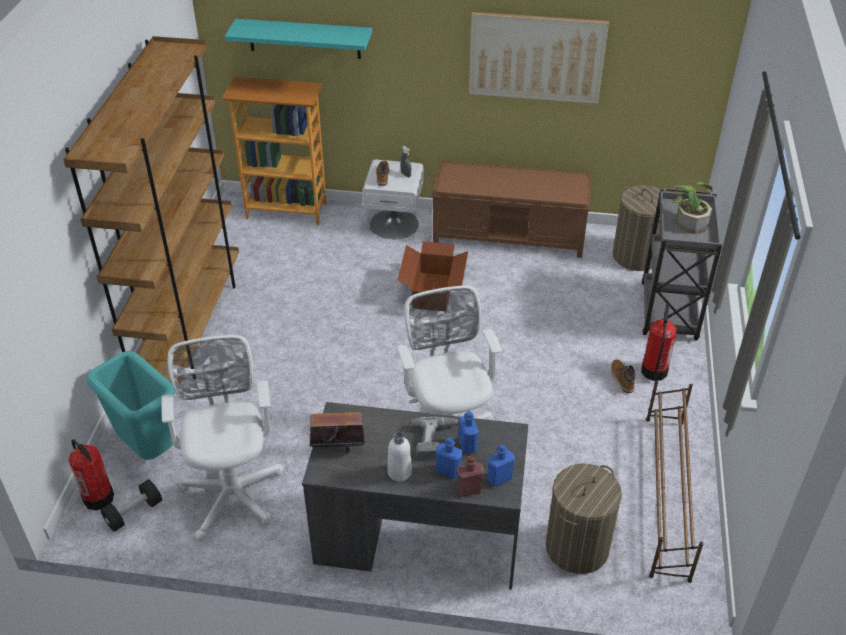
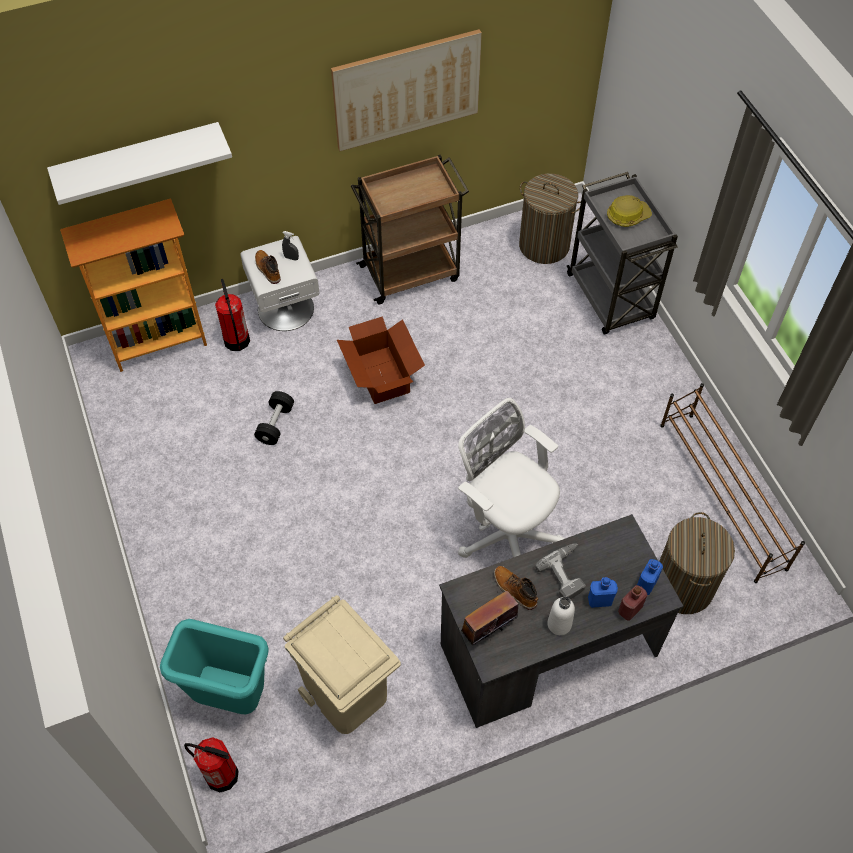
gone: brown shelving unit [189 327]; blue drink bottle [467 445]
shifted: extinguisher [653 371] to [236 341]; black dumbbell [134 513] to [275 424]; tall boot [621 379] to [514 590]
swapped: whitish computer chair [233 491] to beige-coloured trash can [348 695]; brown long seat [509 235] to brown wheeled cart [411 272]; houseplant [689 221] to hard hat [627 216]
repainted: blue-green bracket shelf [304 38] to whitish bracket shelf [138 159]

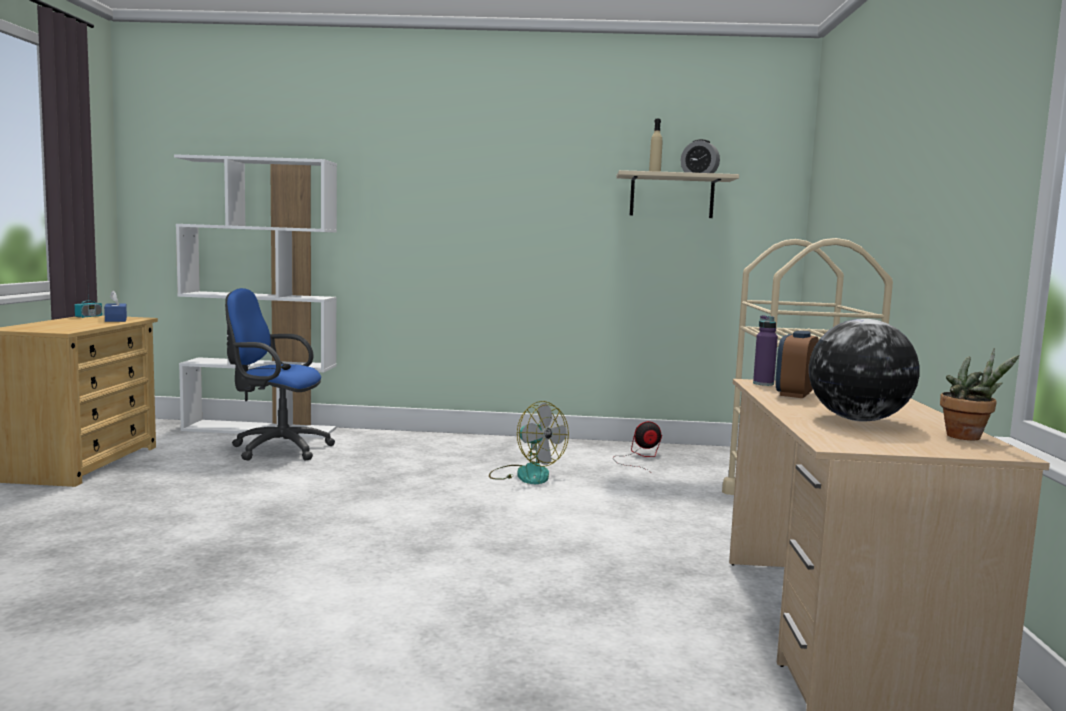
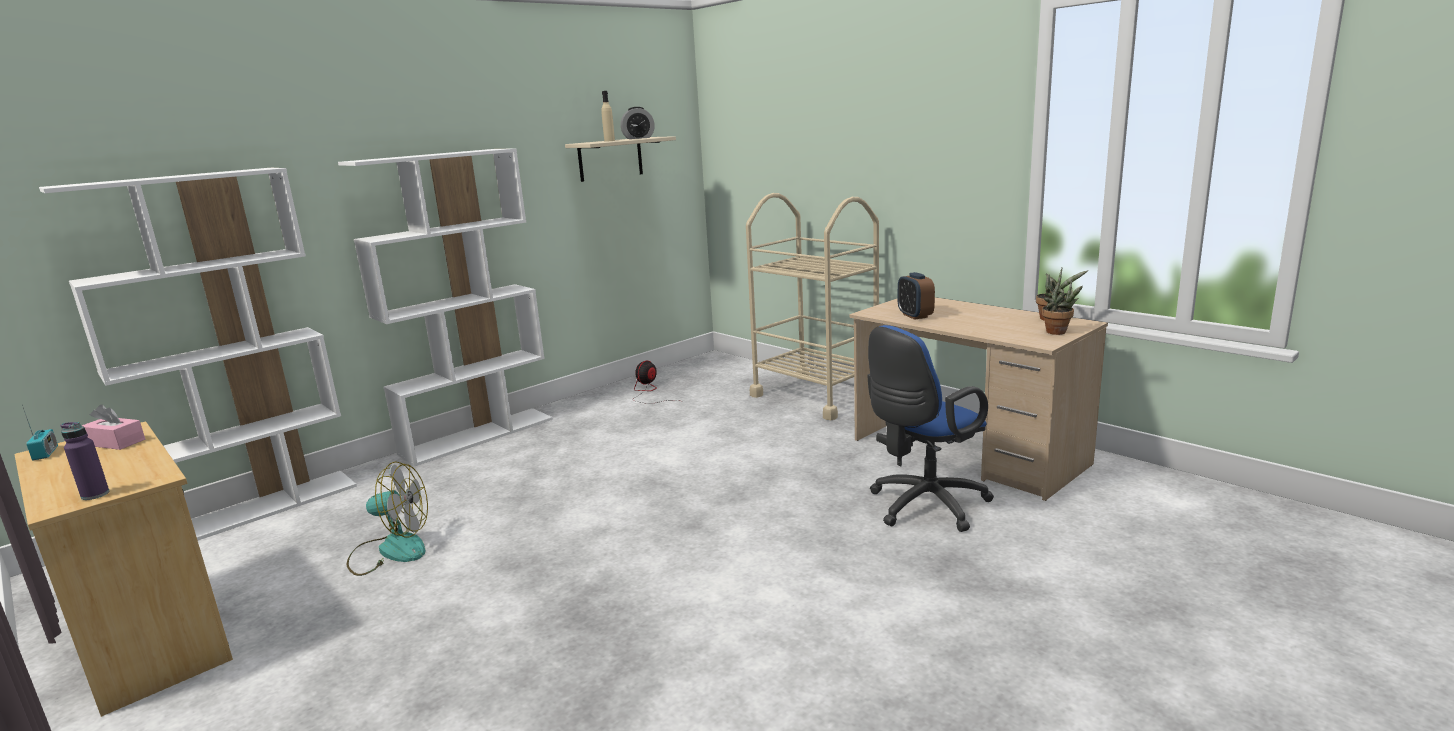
gone: globe [858 420]
new: whitish shelving unit [478 436]; houseplant [1059 332]
shifted: purple drink bottle [763 384] to [95 495]; electric fan [525 474] to [390 550]; blue computer chair [276 449] to [923 507]
repainted: blue box of tissues [116 320] to pink-coloured box of tissues [116 442]

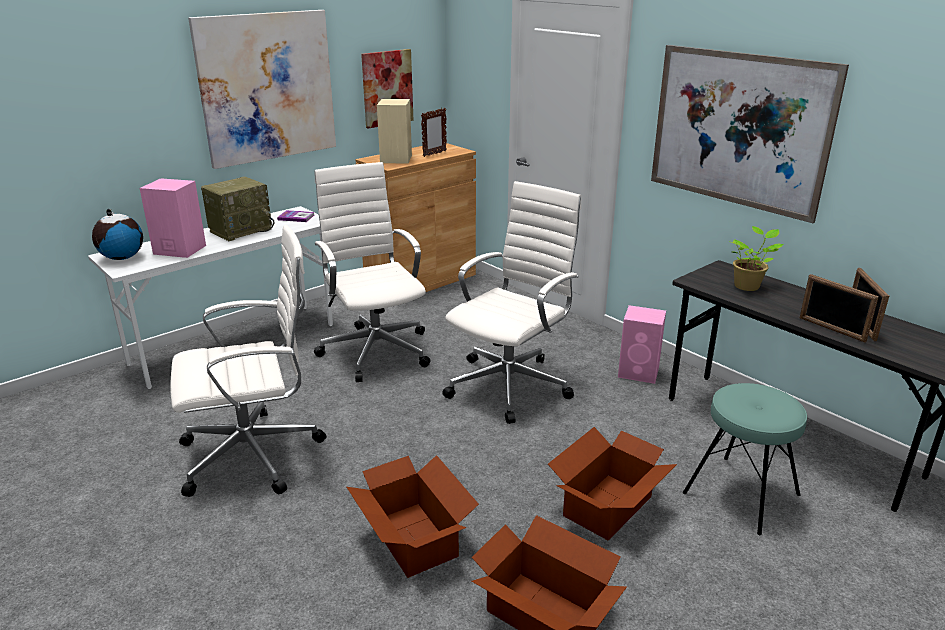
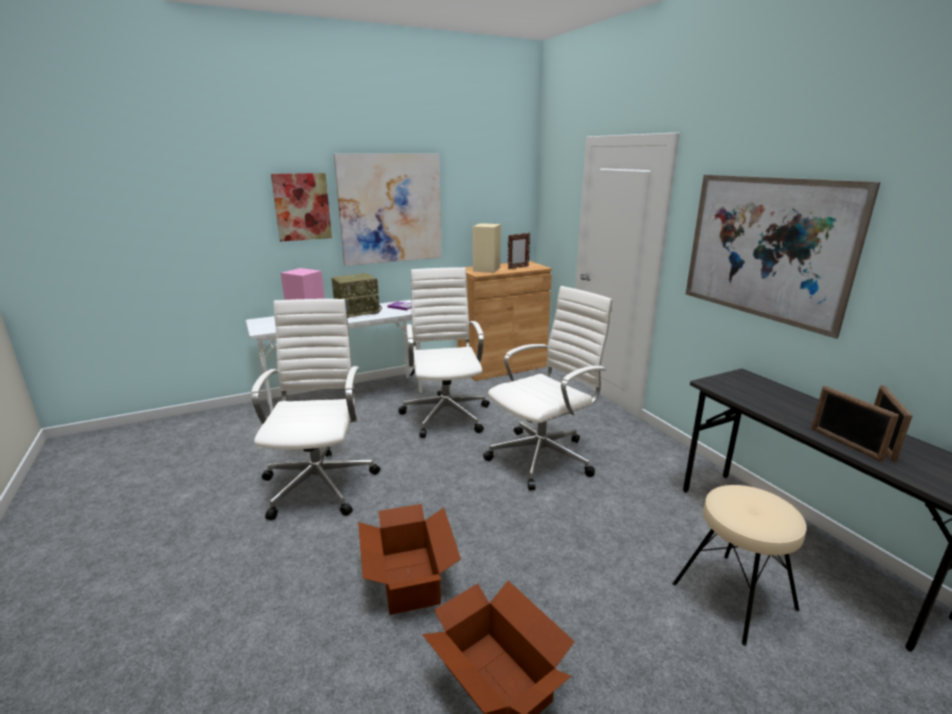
gone: globe [122 258]; packing box [609 506]; pink-coloured loudspeaker [639 372]; houseplant [748 286]
shifted: wall picture [387 88] to [302 207]
repainted: blue-green sitting stool [741 494] to beige-coloured sitting stool [734 596]
rotated: whitish computer chair [255 454] = [320 483] 90 degrees counterclockwise

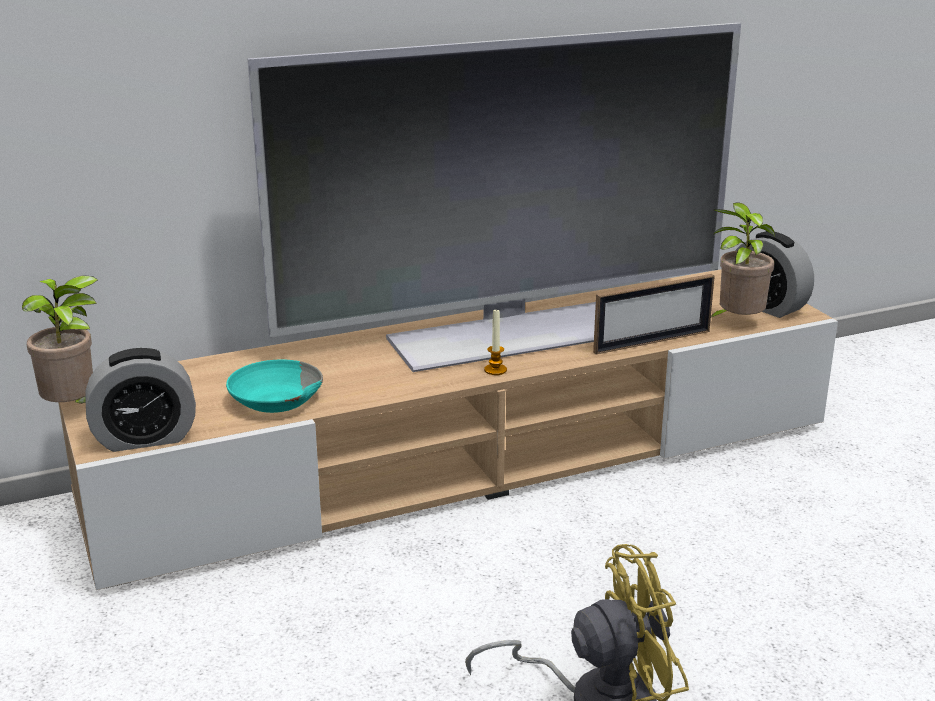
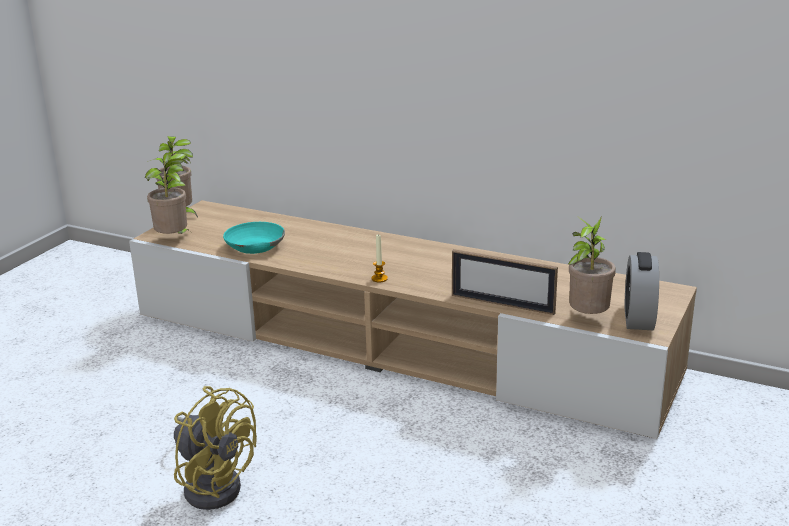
gone: television [522 332]
swapped: bedside clock [145 438] to houseplant [174 239]

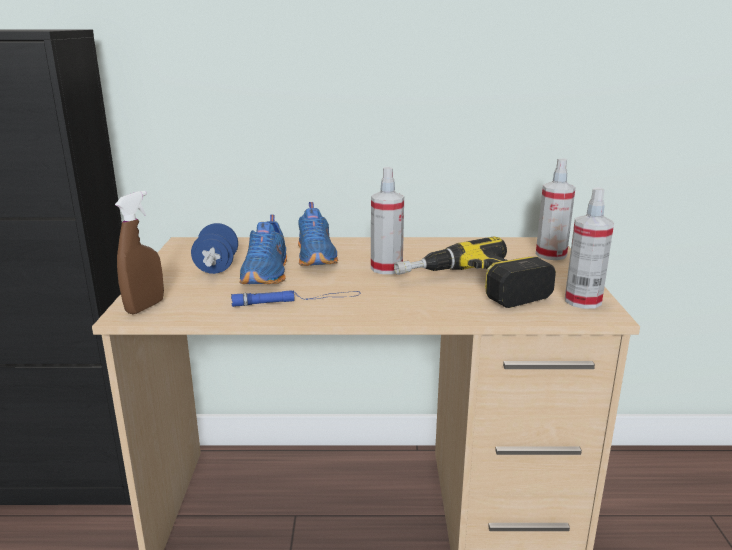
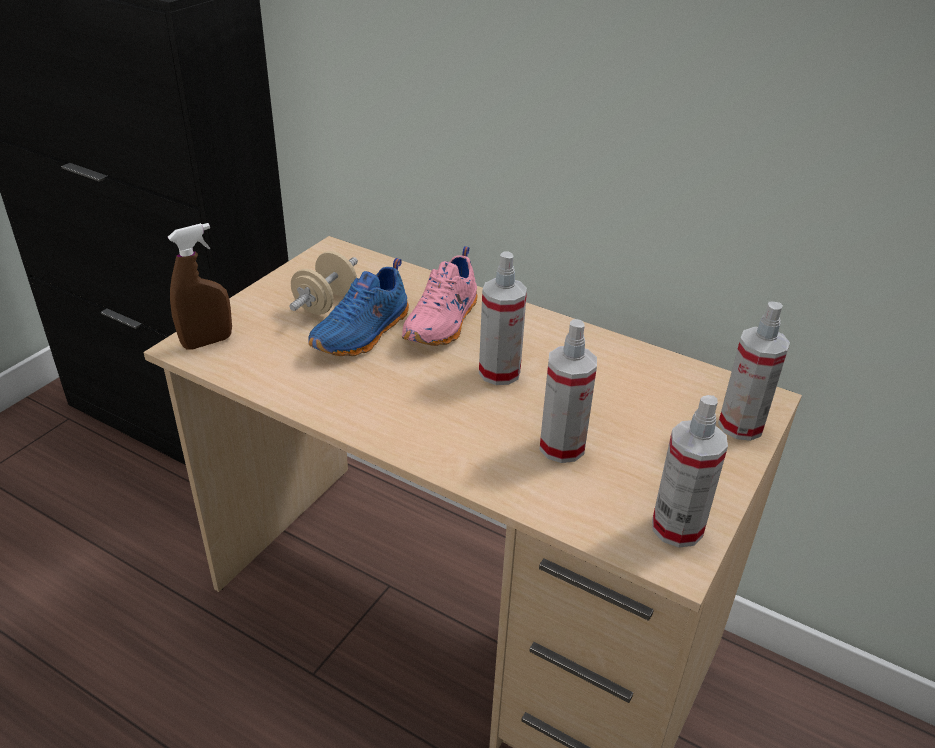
gone: blue flashlight [297 300]
swapped: power drill [472 288] to hand sprayer [562 447]
repainted: blue dumbbell [217 267] to beige-coloured dumbbell [325 303]; blue item of footwear [317 256] to pink-coloured item of footwear [444 323]

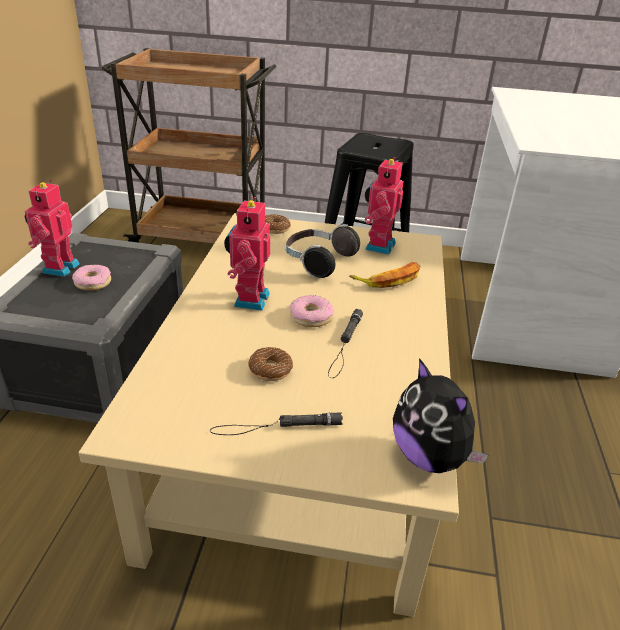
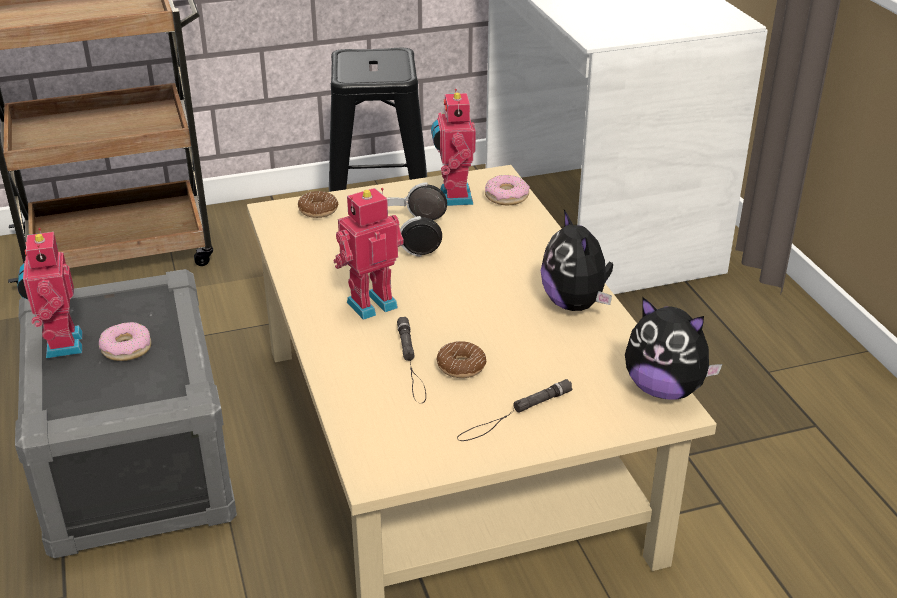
gone: banana [388 279]
new: soft toy [575 304]
shifted: black flashlight [345 345] to [411 363]; ring doughnut [311 317] to [506 196]
rotated: model robot [249 299] = [370 303] 75 degrees clockwise

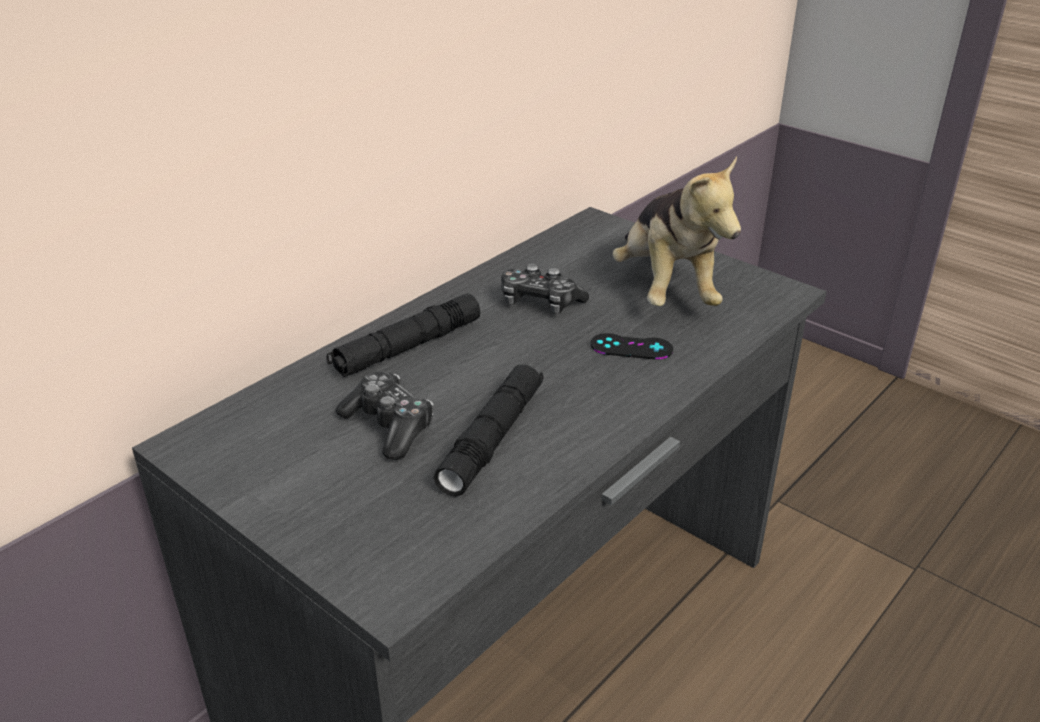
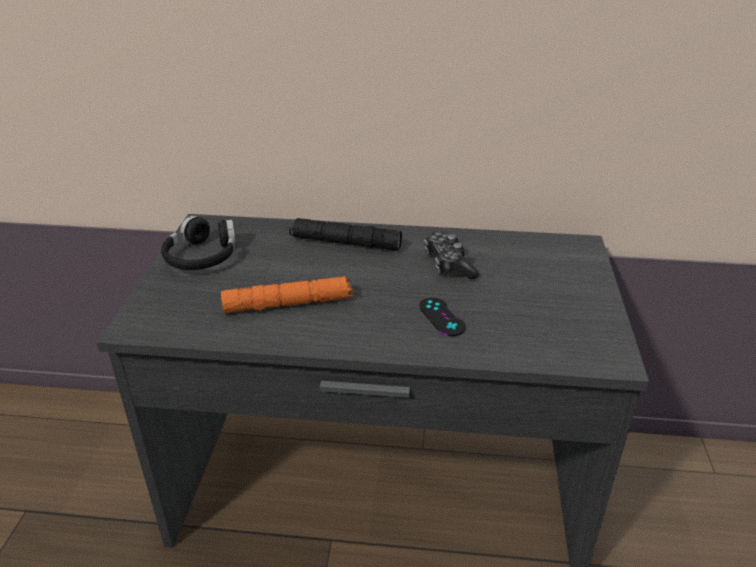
gone: gamepad [389 426]; soft toy [666 289]
new: black headset [202 256]
repainted: black flashlight [492 438] to orange-coloured flashlight [288 304]

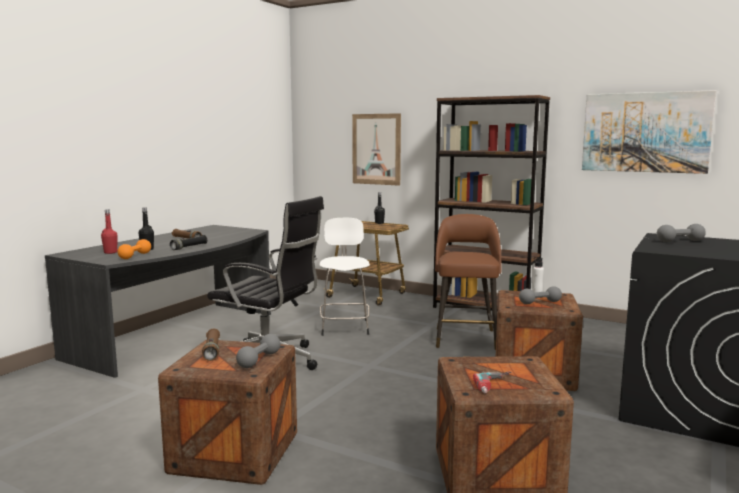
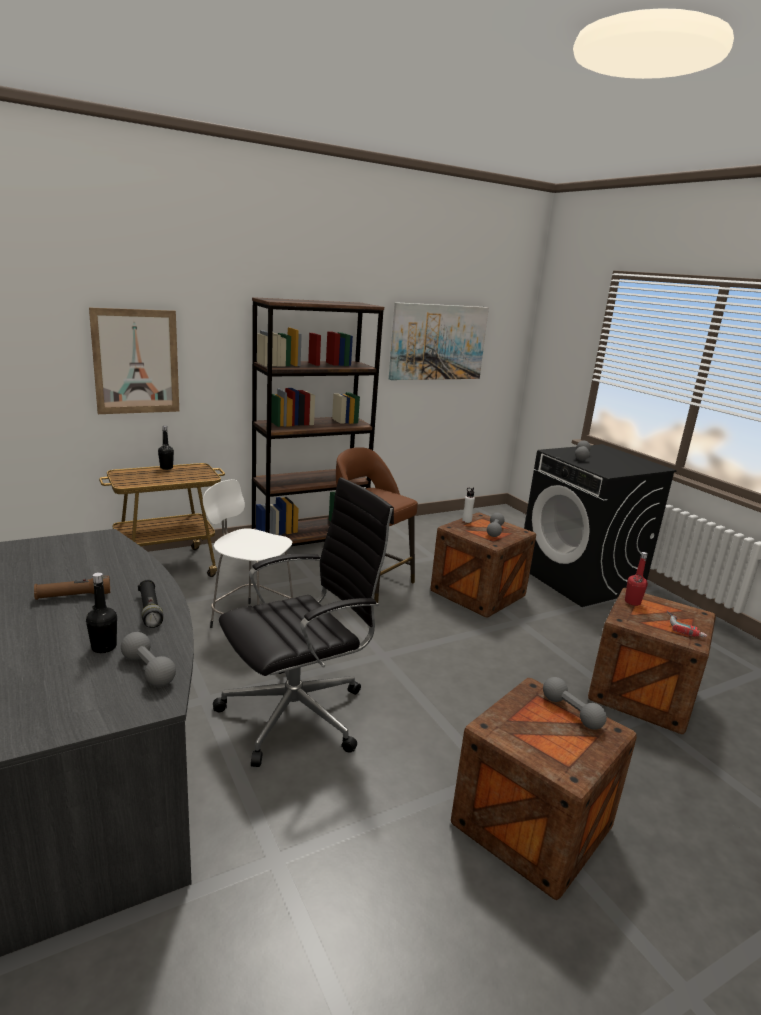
gone: brown flashlight [212 351]
shifted: reddish drink bottle [110 252] to [632 602]
repainted: orange-coloured dumbbell [135 256] to greyish dumbbell [148 670]

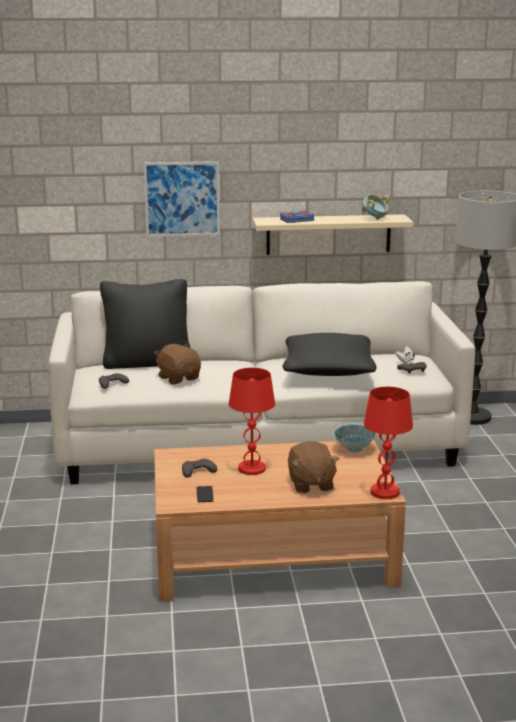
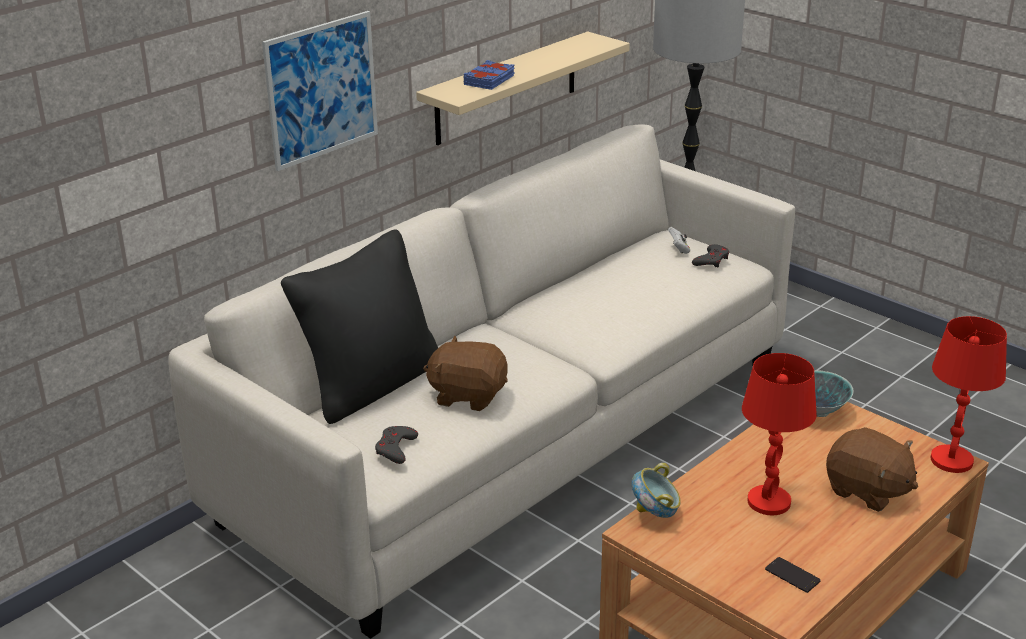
gone: greyish gamepad [197 471]; black throw pillow [328 370]
shifted: deep dish [374 219] to [655 514]

